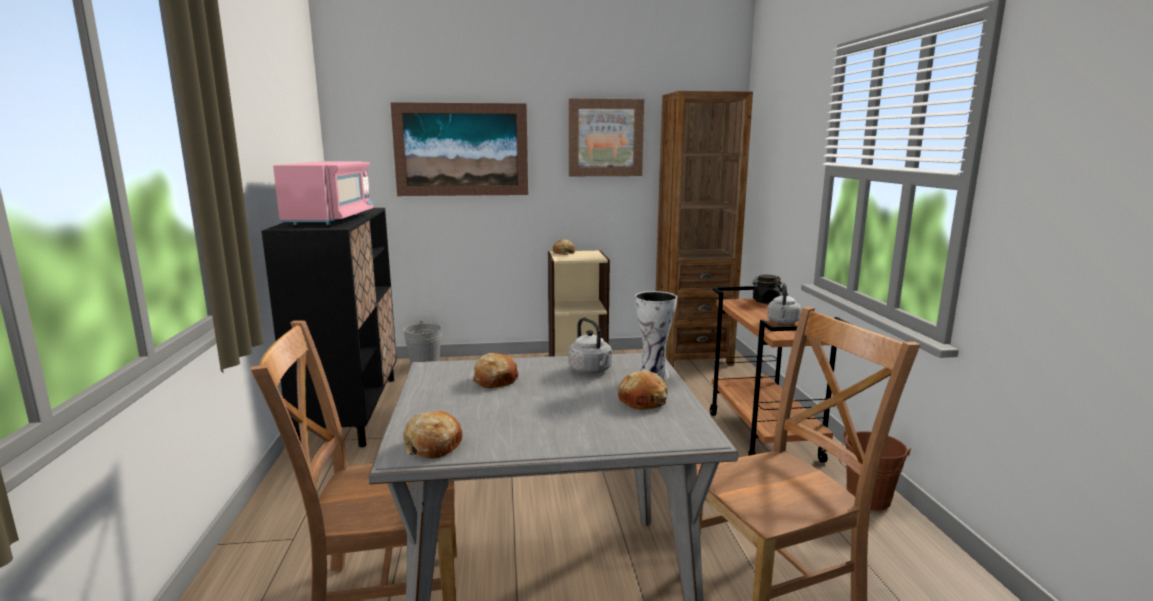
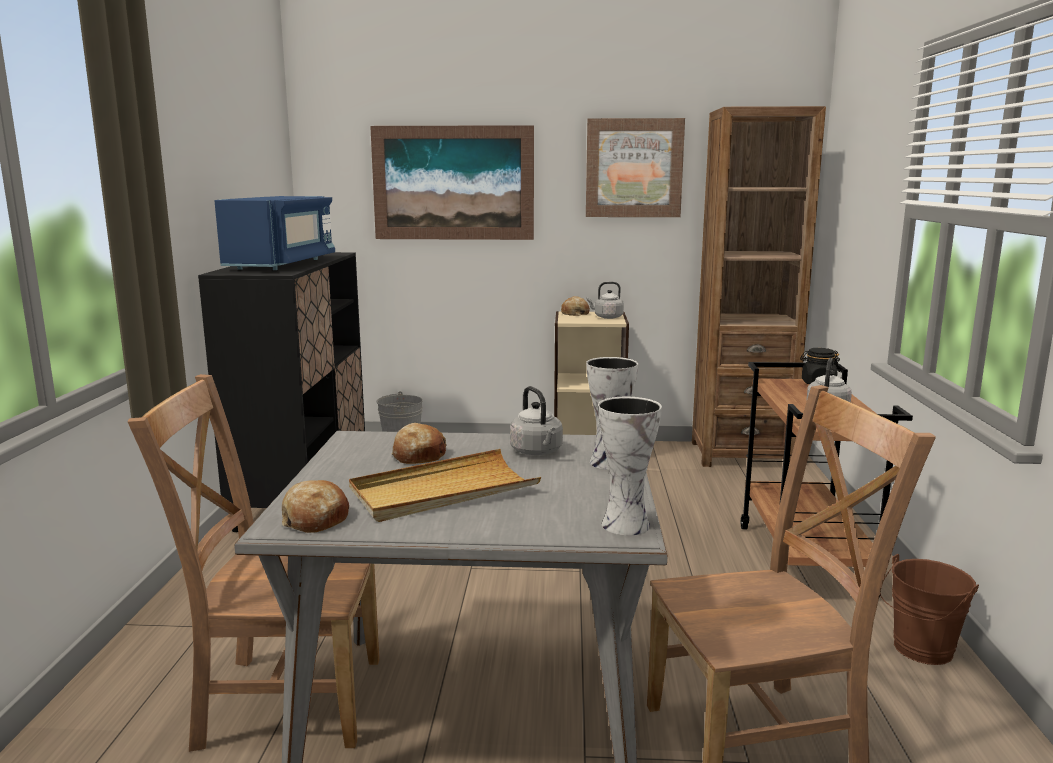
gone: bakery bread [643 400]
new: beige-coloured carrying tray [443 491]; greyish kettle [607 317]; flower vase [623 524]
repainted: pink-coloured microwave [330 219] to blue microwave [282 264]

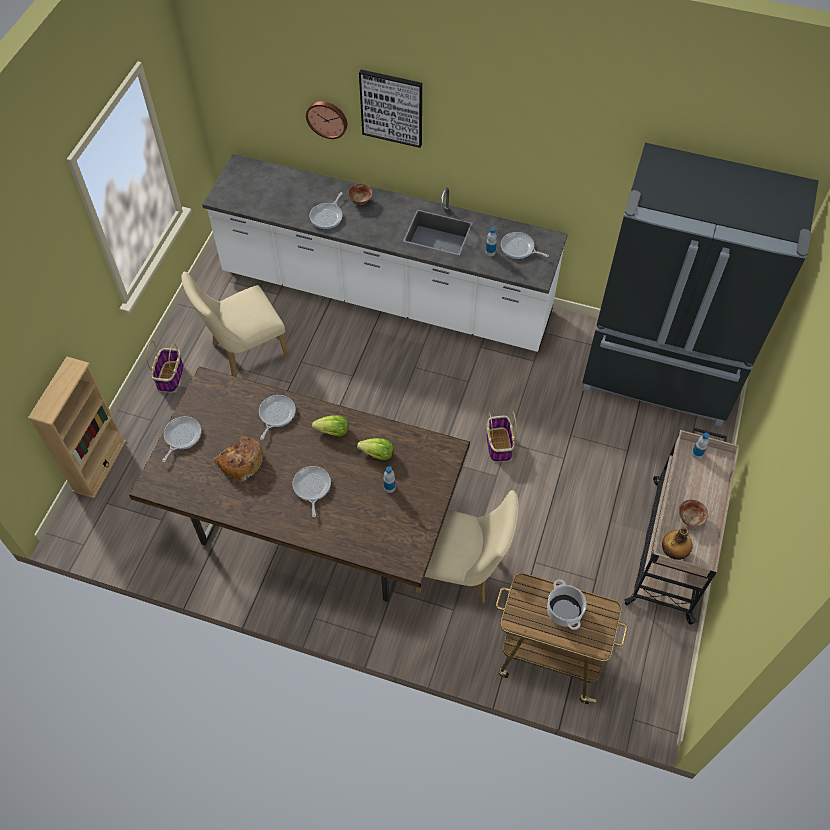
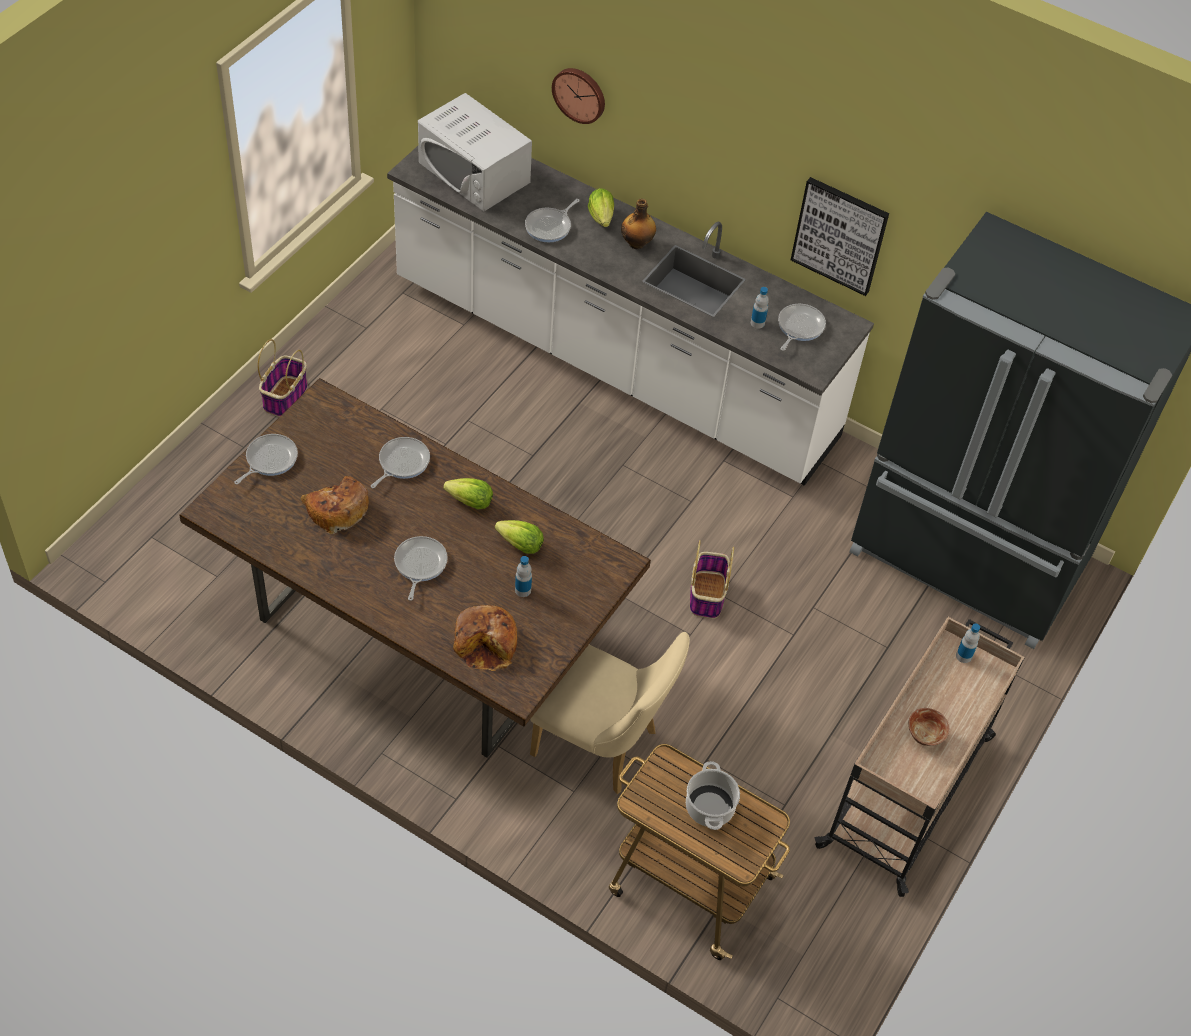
gone: beige-coloured shelving unit [99 466]; beige-coloured upright chair [244 351]
new: whitish microwave [474 172]; bakery bread [486 643]
shifted: drink bottle [673 552] to [637 243]; wall picture [392 107] to [840 235]
swapped: deep dish [360 201] to lettuce head [601 217]
rotated: skillet [519 248] = [799 327] 75 degrees clockwise

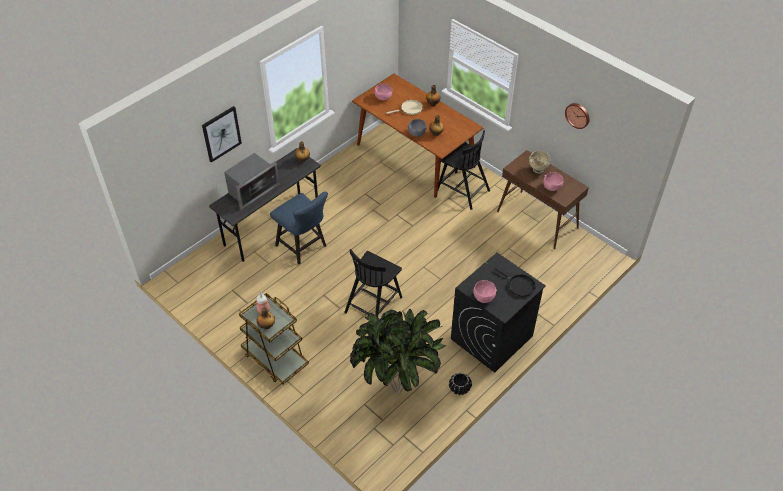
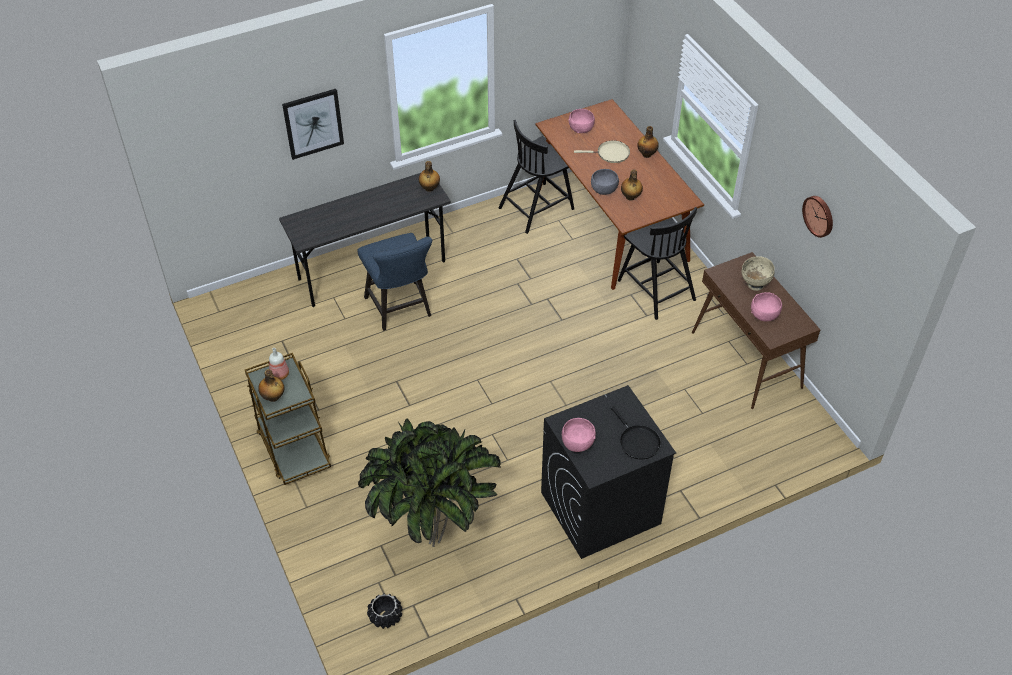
gone: microwave [252 190]
shifted: black flower pot [459 388] to [386 617]; black upright chair [374 304] to [537 207]

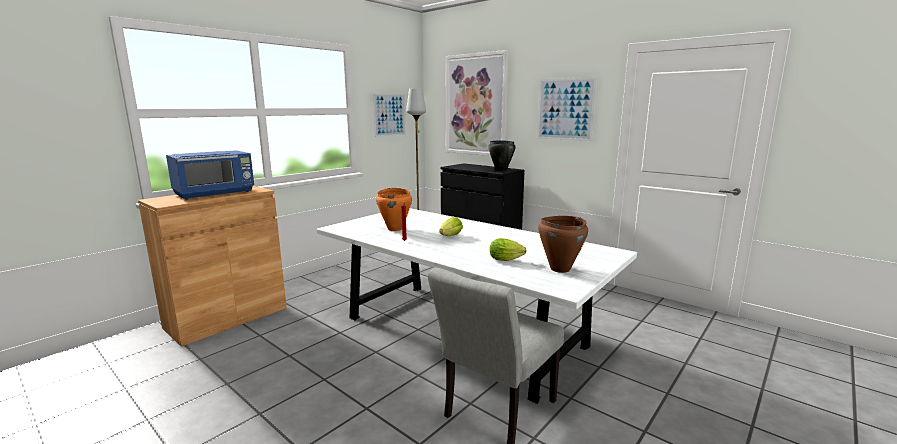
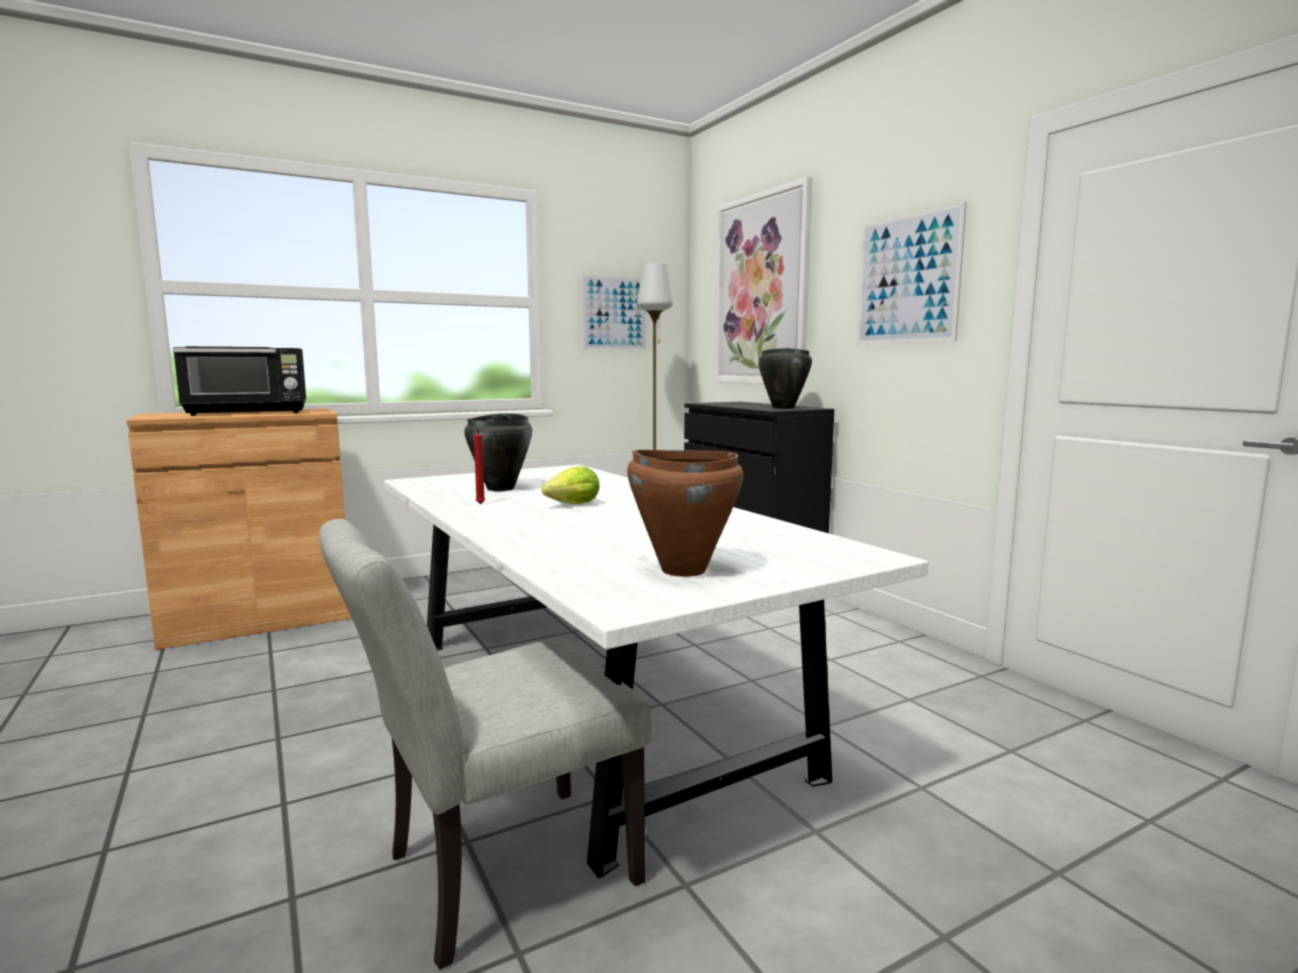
gone: lettuce head [507 260]
repainted: blue microwave [215 193] to black microwave [249 412]; orange-coloured cooking pot [395 229] to black cooking pot [501 488]

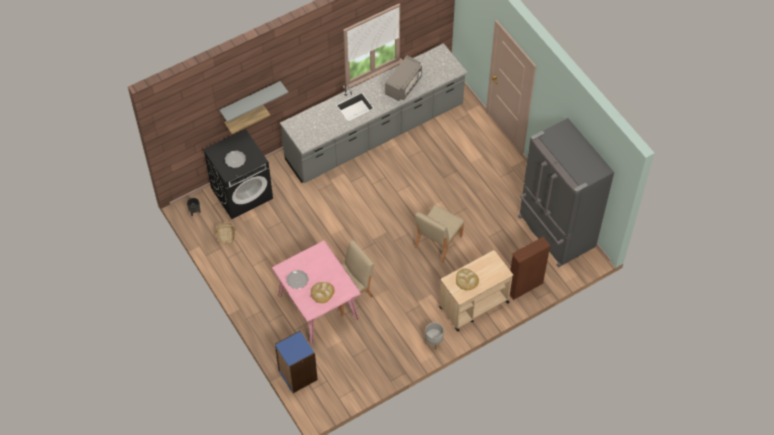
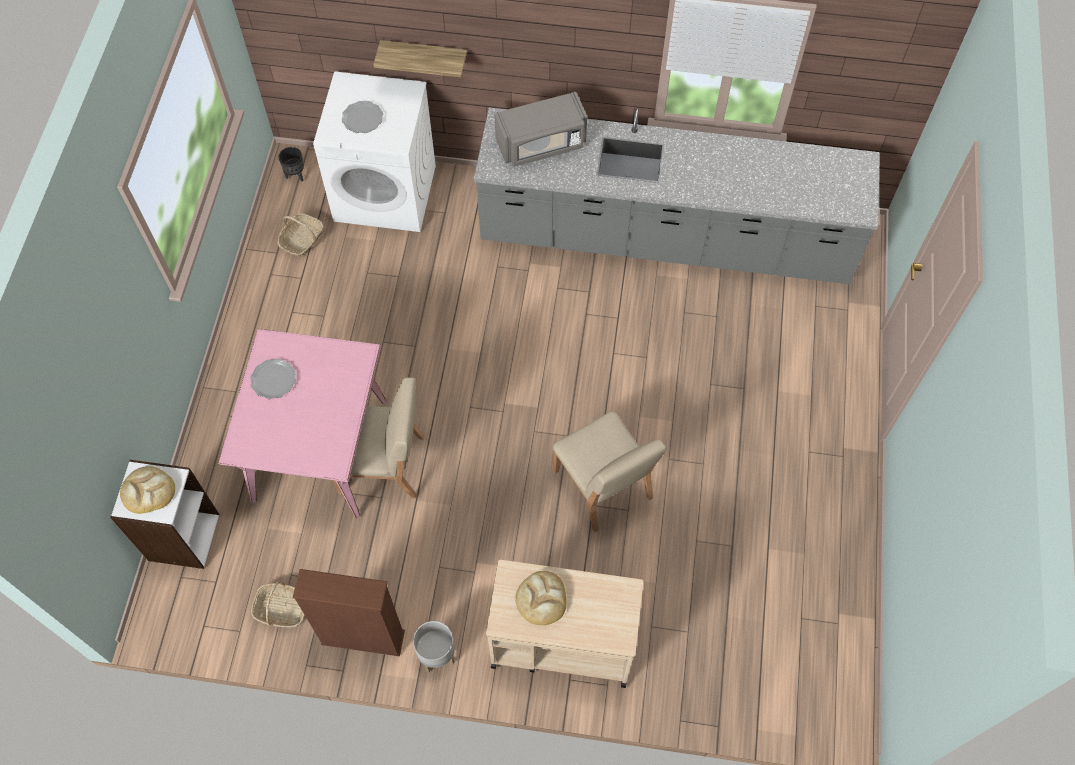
gone: greyish bracket shelf [250 100]; greyish fridge [555 232]
new: household basket [281 609]
shifted: bakery bread [322 293] to [148 491]; brown shelving unit [525 287] to [363 638]; greyish microwave [404 85] to [541 144]
repainted: blue shelving unit [297 375] to whitish shelving unit [183 537]; black washing machine [242 192] to whitish washing machine [386 193]
rotated: beige-coloured upright chair [437 242] = [602 486] 105 degrees counterclockwise

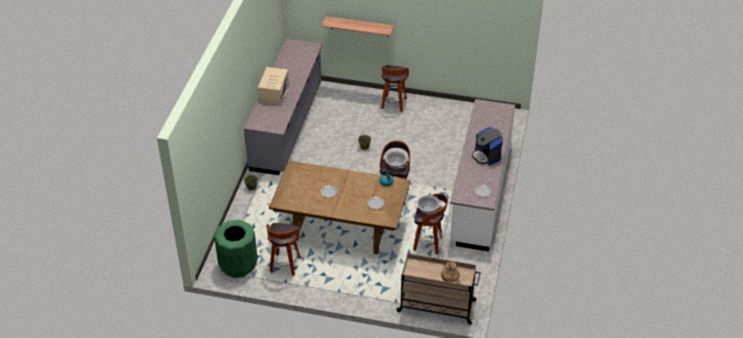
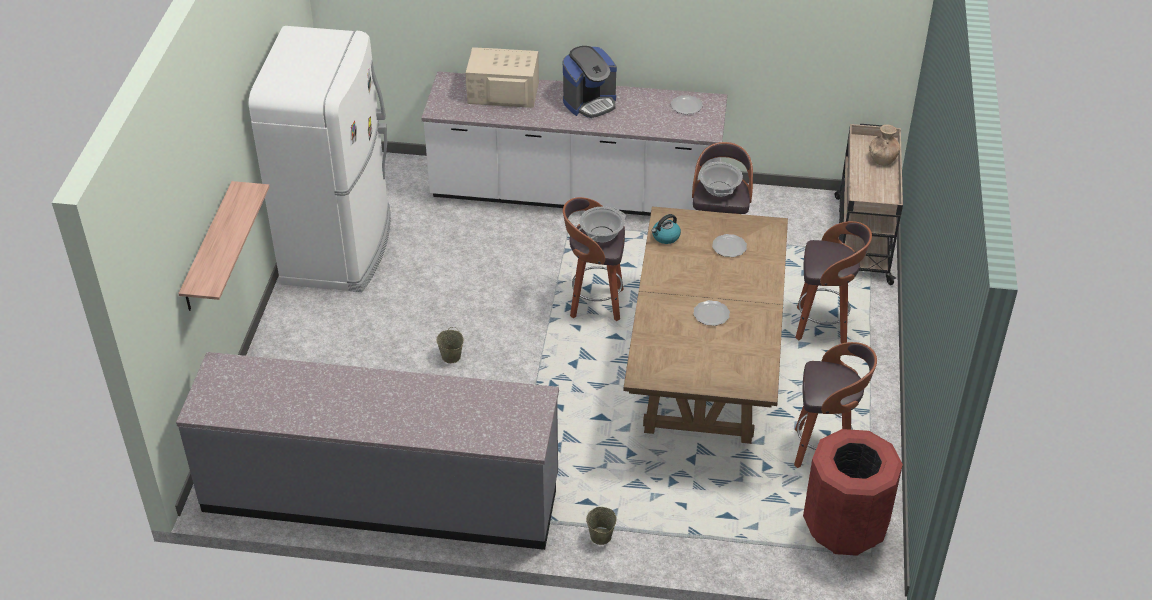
new: whitish fridge [339 247]
shifted: beige-coloured microwave [274 93] to [503 92]; sitting stool [393 104] to [823 325]
repainted: green trash can [238 265] to reddish trash can [845 527]

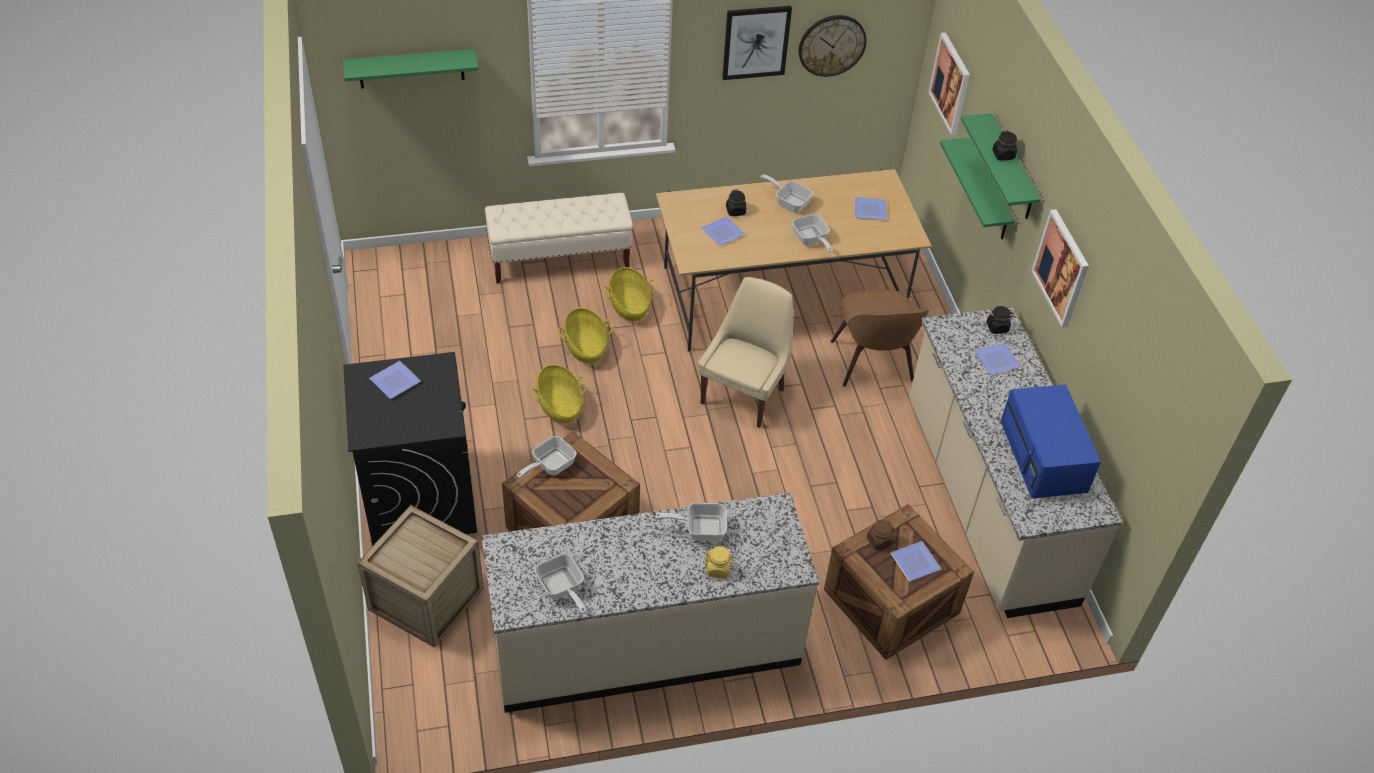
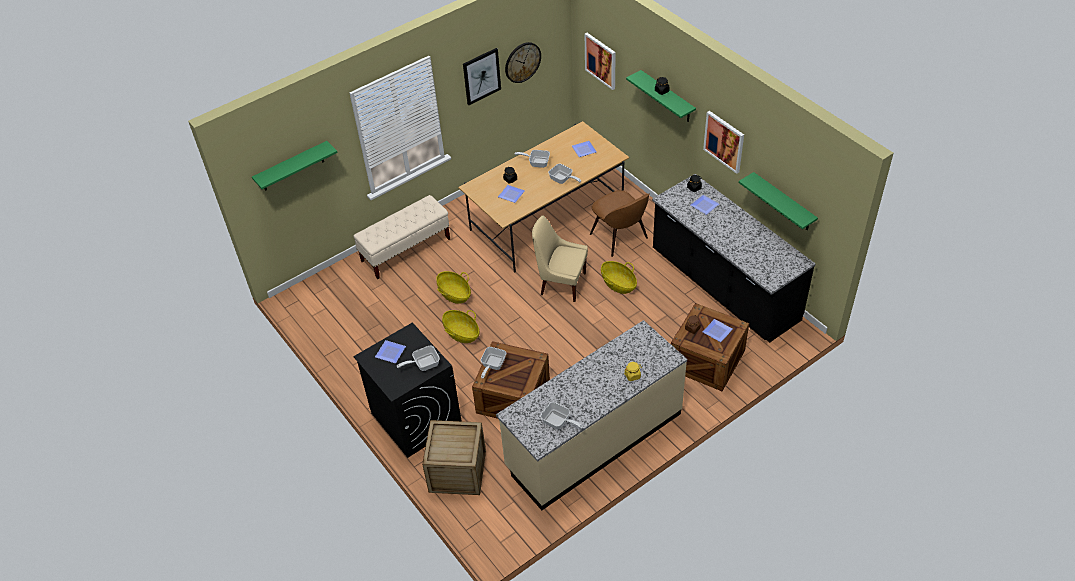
gone: blue microwave [1044 457]
shifted: skillet [699 529] to [423 364]; household basket [629 305] to [618 284]; green bracket shelf [988 191] to [783 202]
repainted: beige-coloured kitchen counter [986 501] to black kitchen counter [723 286]
rotated: beige-coloured upright chair [744 394] = [561 283] 75 degrees counterclockwise

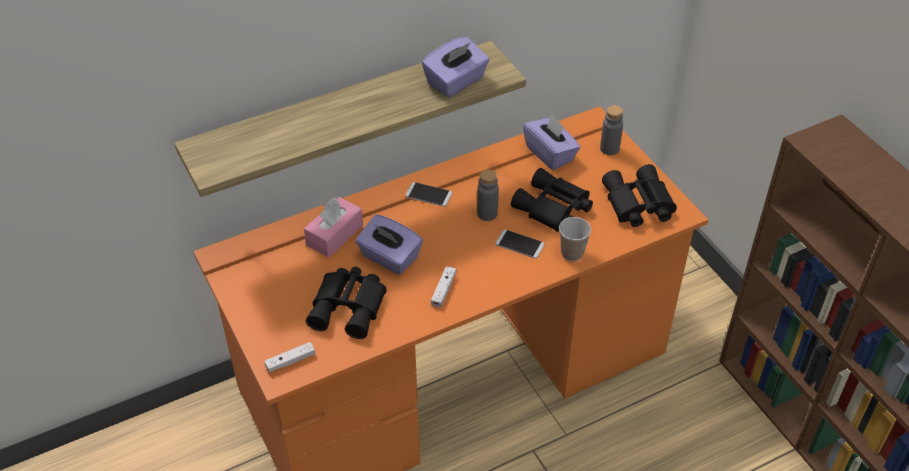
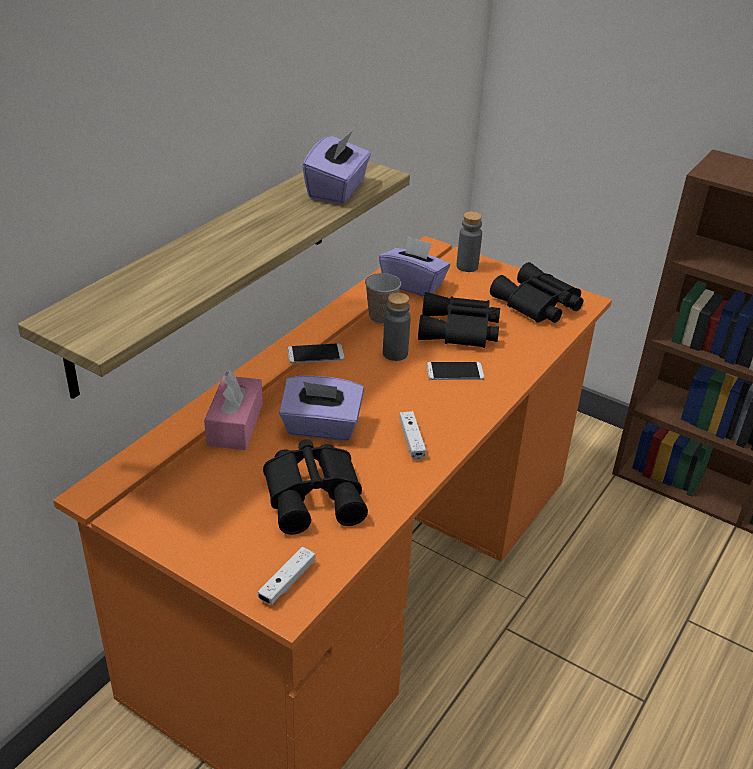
shifted: drinking cup [572 253] to [381 317]

